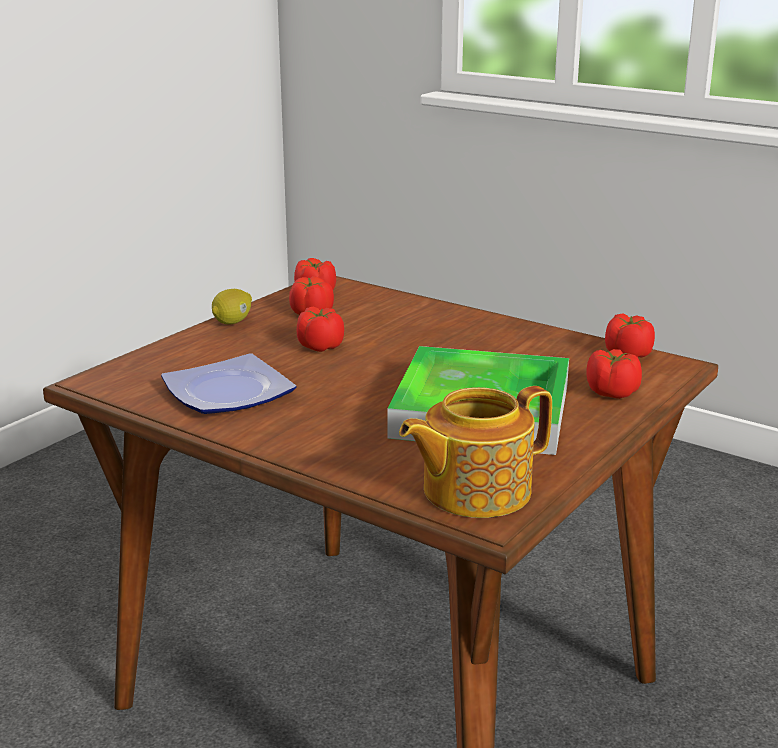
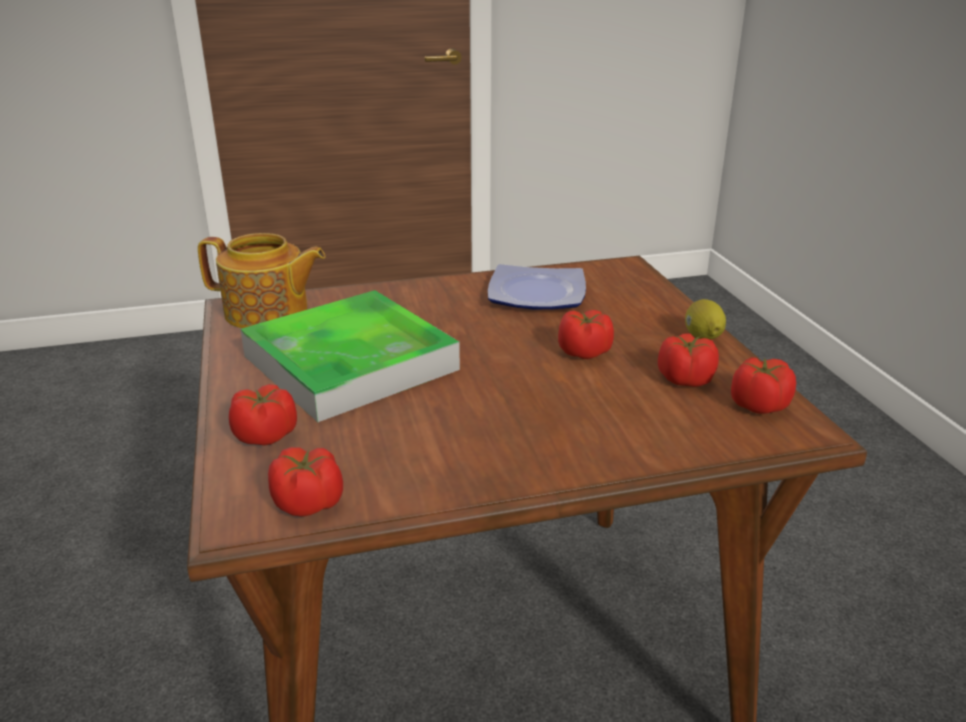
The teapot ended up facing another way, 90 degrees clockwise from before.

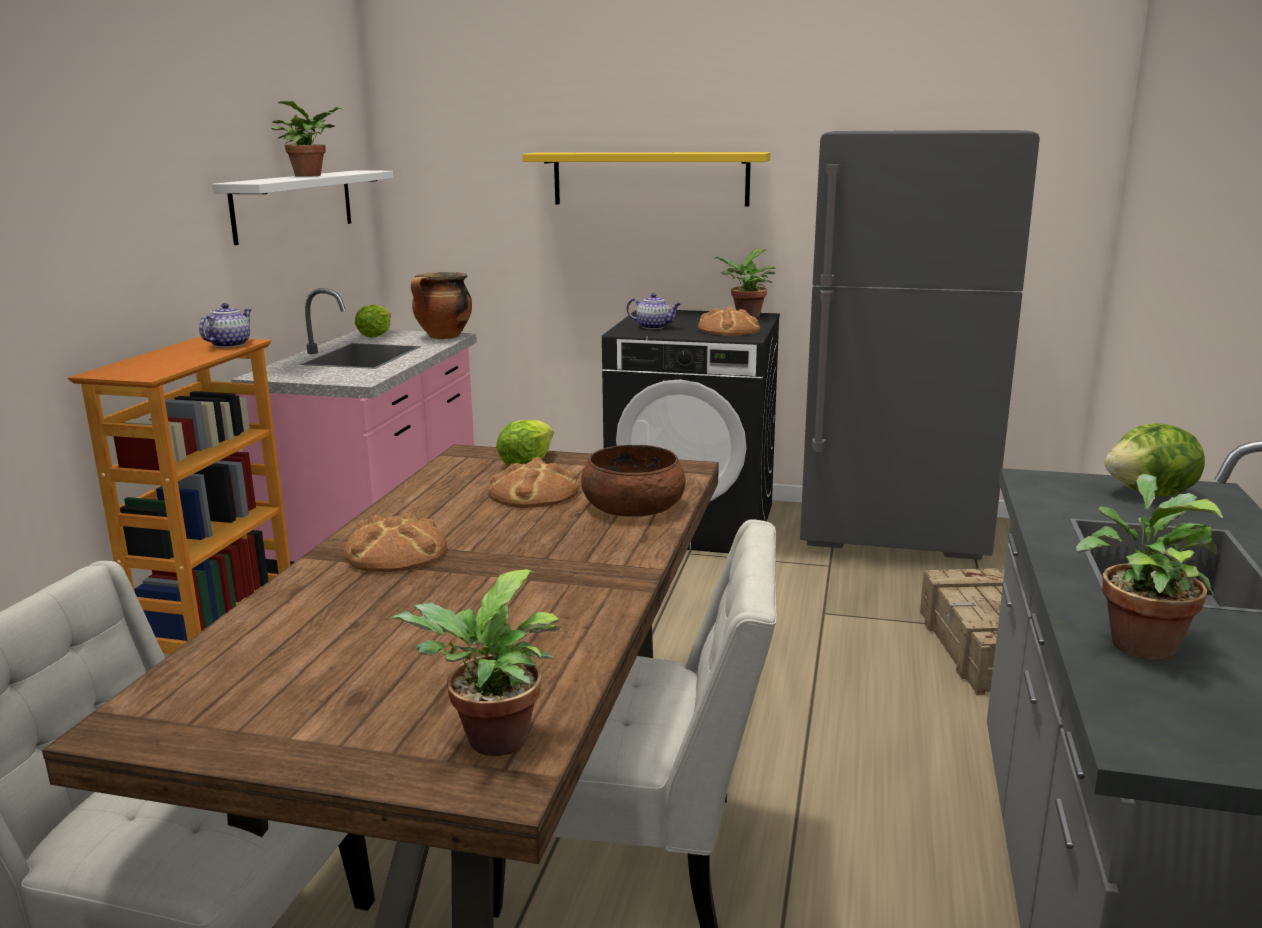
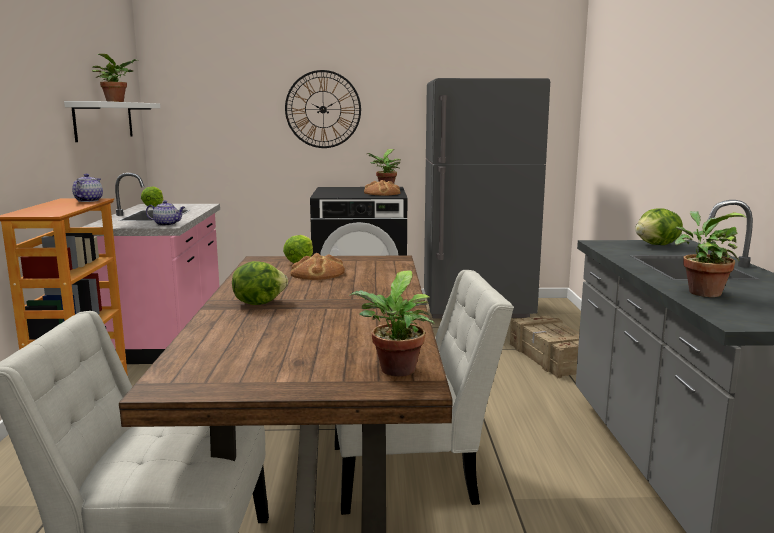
Where the shelf in yellow hung, the wall clock came to hang.
The second view lost the cooking pot.
The teapot (no. 2 from left) ended up elsewhere.
The second view lost the bowl in brown.
Where the bread (no. 1 from left) stood, the lettuce (no. 2 from left) came to stand.

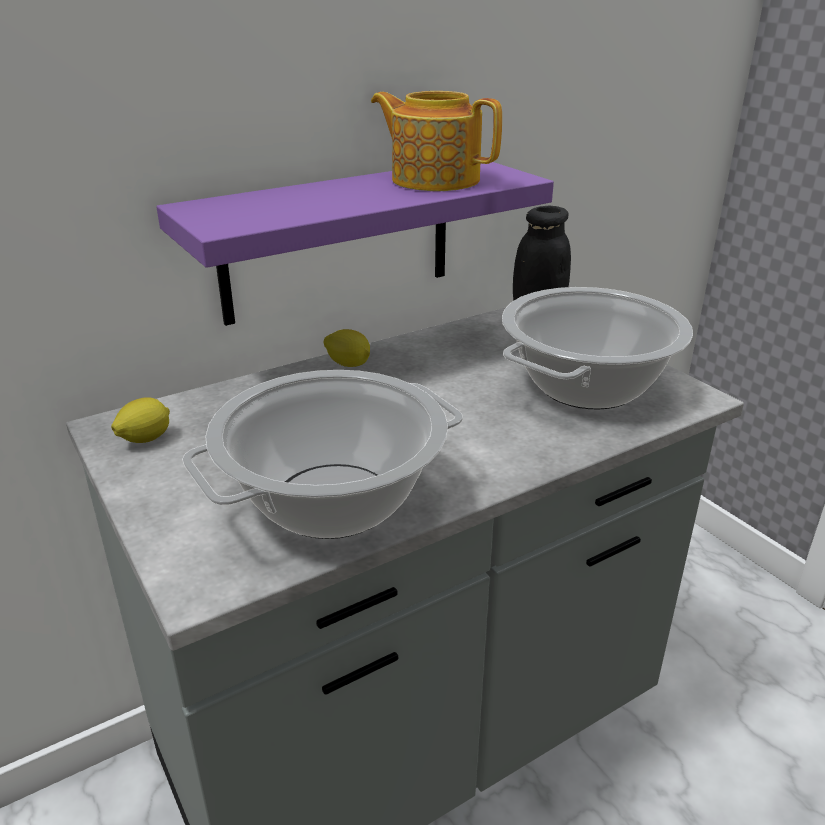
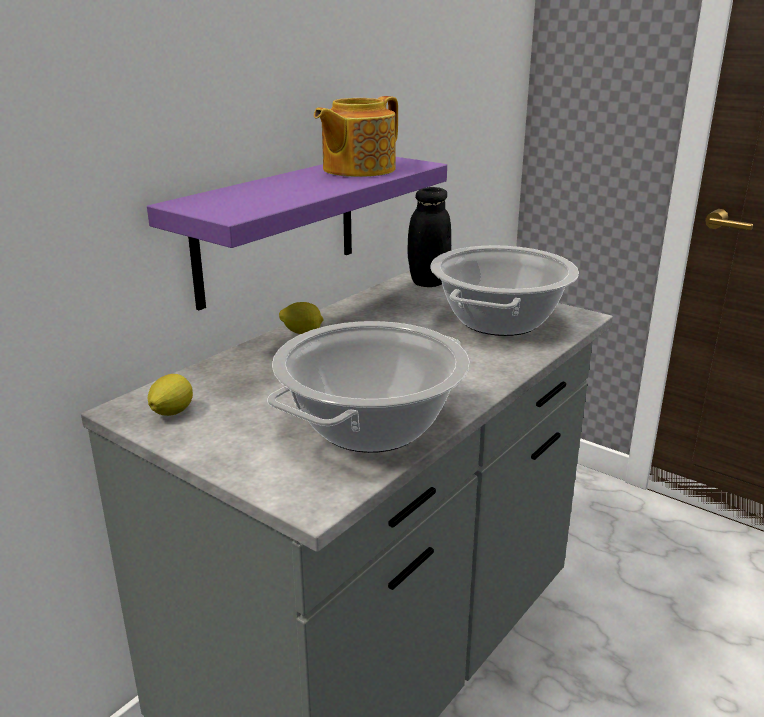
The teapot ended up facing another way, 60 degrees counterclockwise from before.

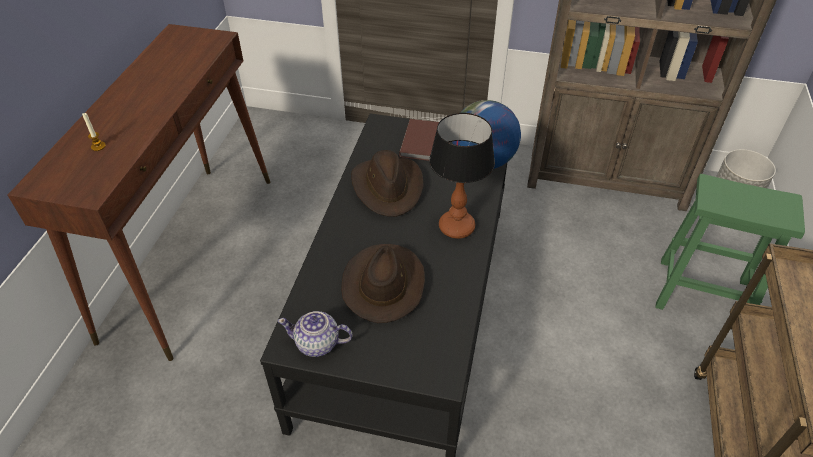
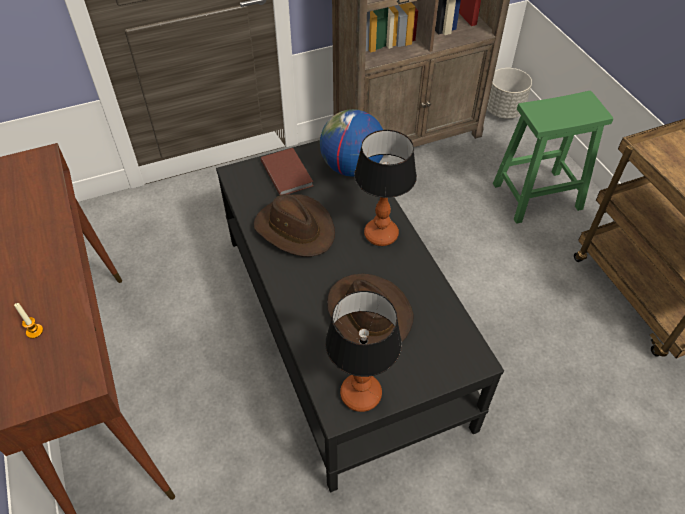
Where the teapot stood, the table lamp (no. 1 from left) came to stand.

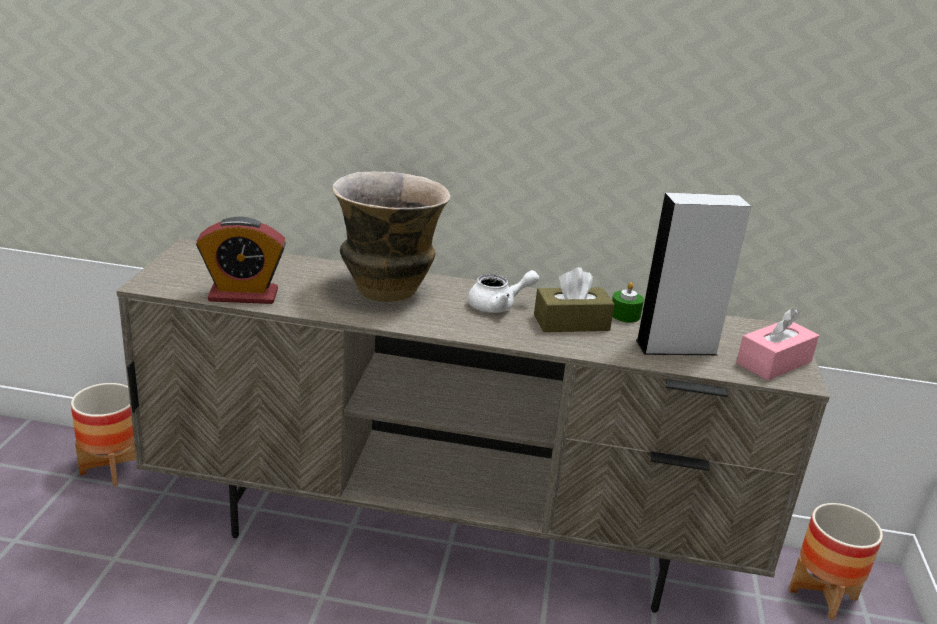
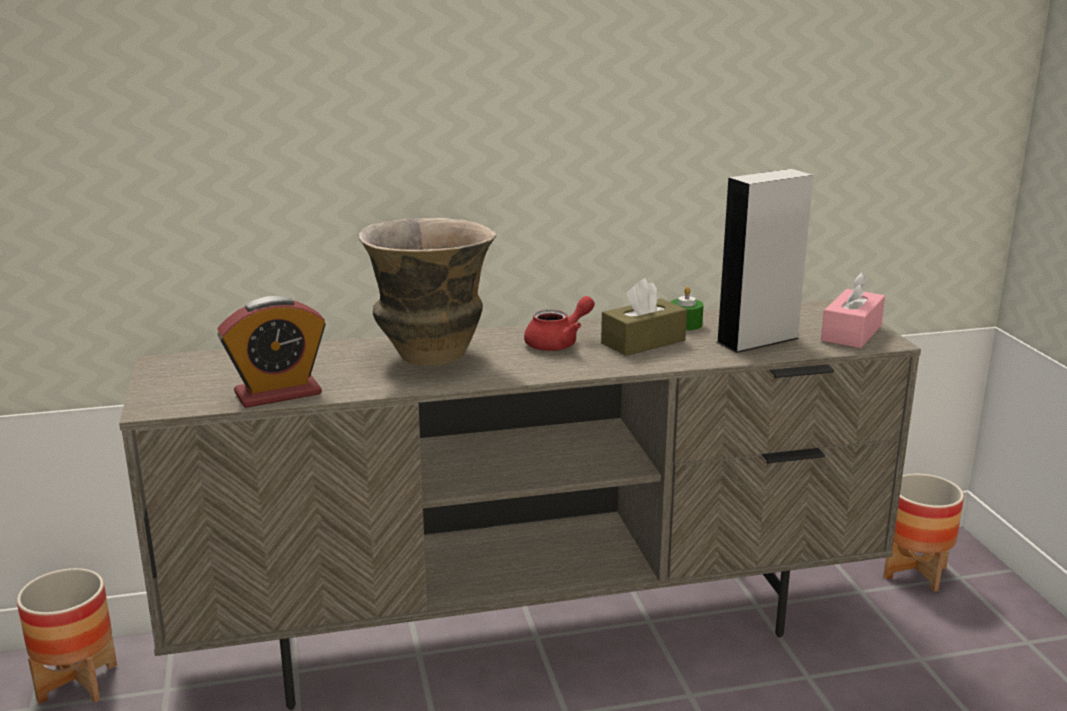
What was the teapot in white turned into the teapot in red.

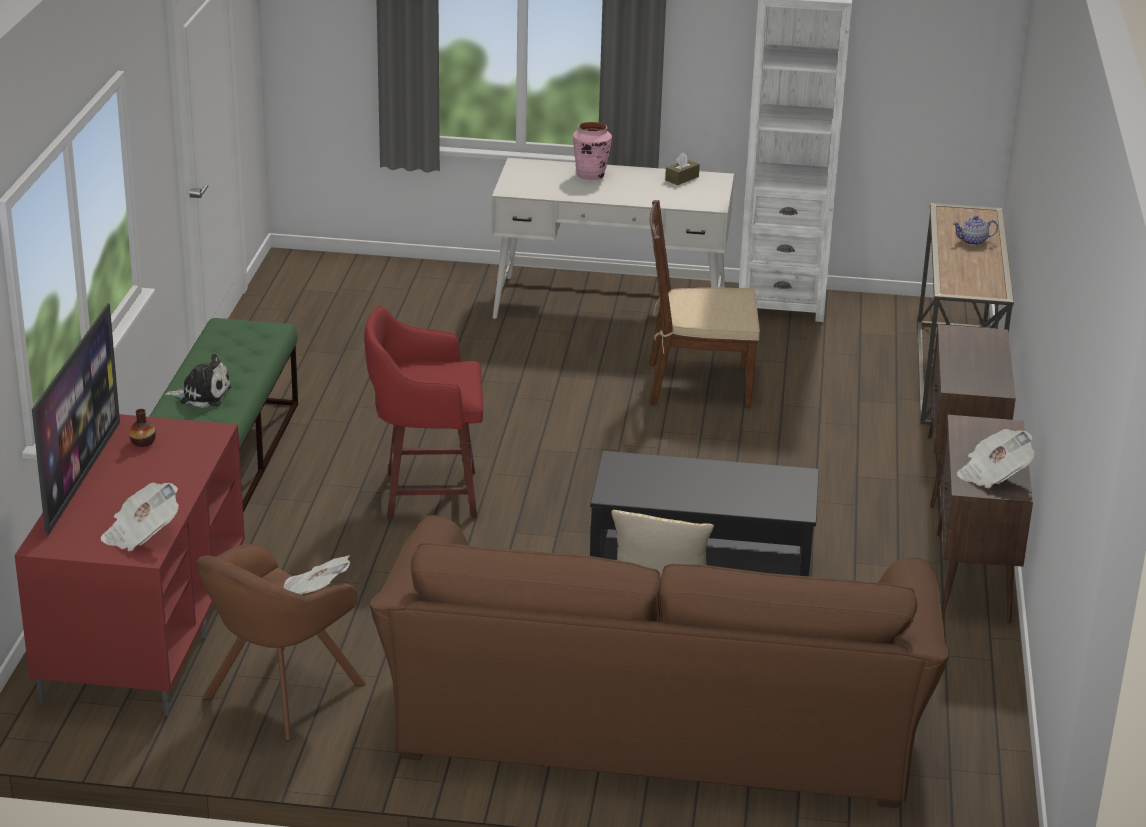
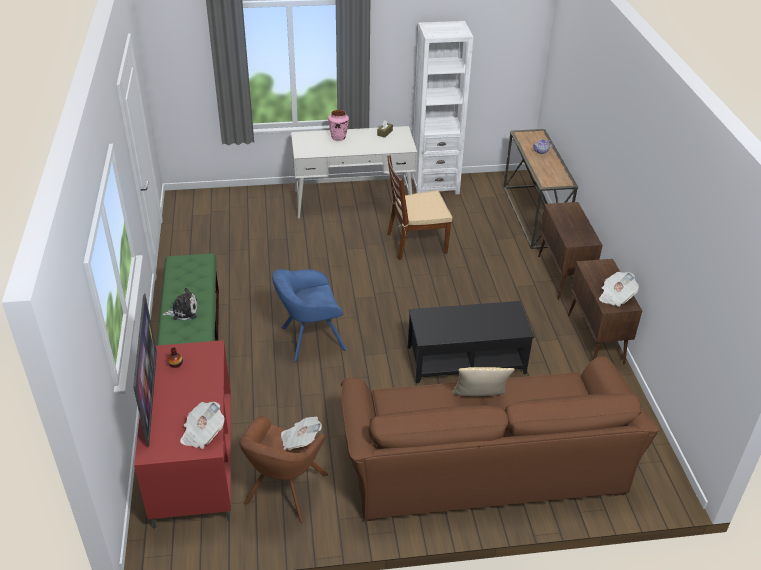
Where the stool in red stood, the armchair in blue came to stand.

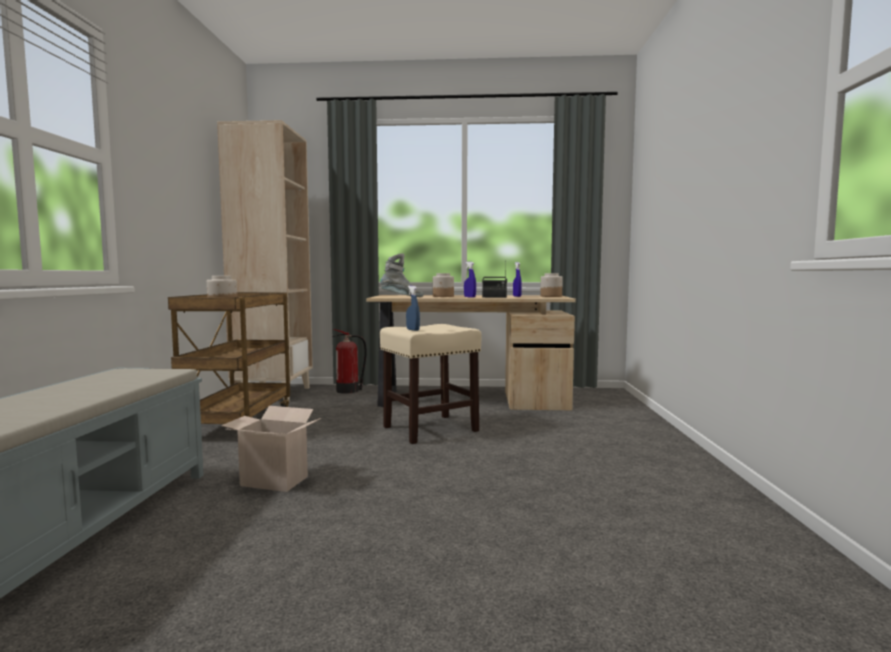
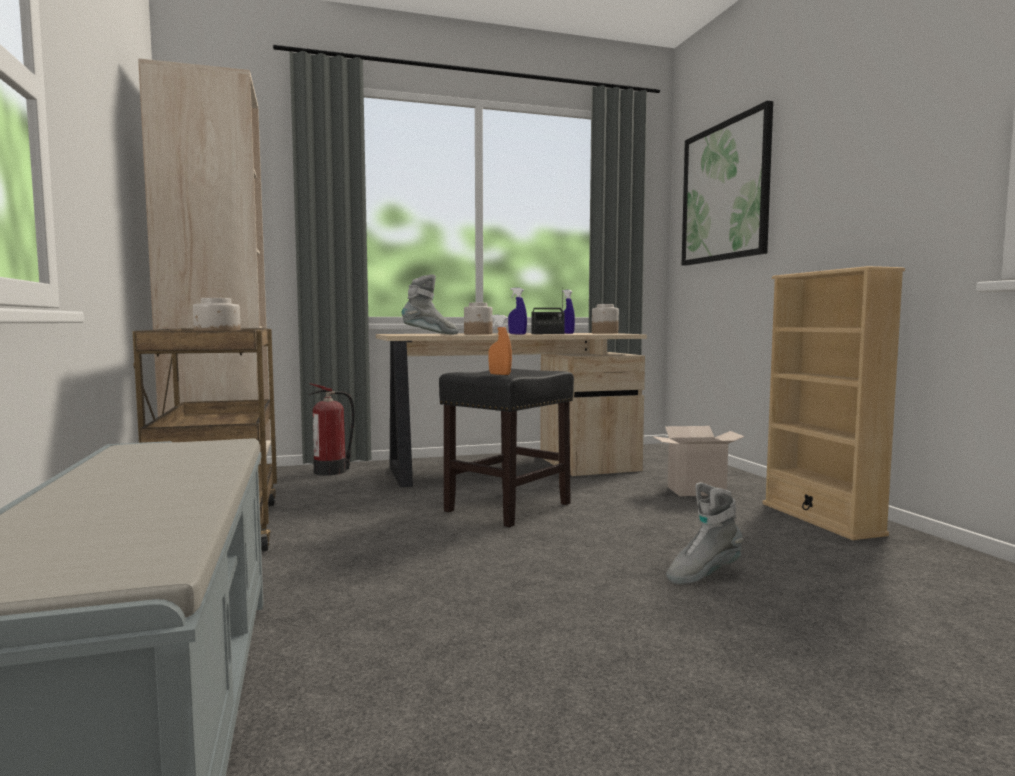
What was the spray bottle in blue (no. 1 from left) turned into the spray bottle in orange.
What was the stool in beige turned into the stool in black.
The cardboard box ended up elsewhere.
The second view gained the picture.
The second view gained the bookcase in beige (no. 2 from left).
The second view gained the boot in grey (no. 2 from left).

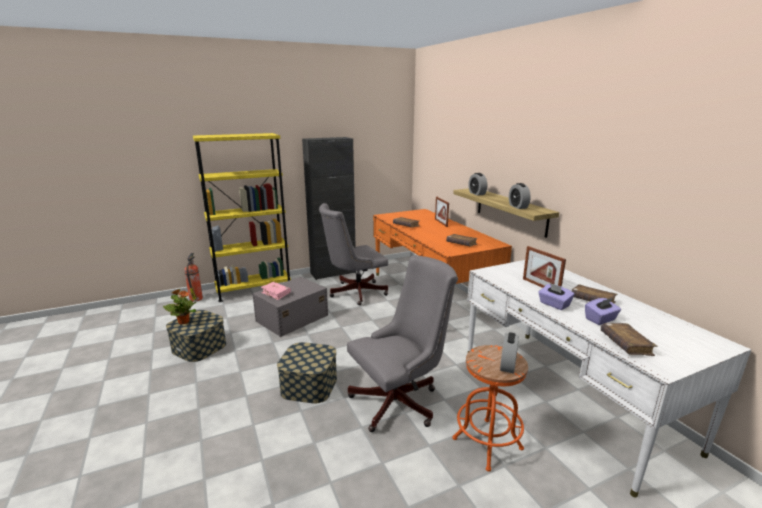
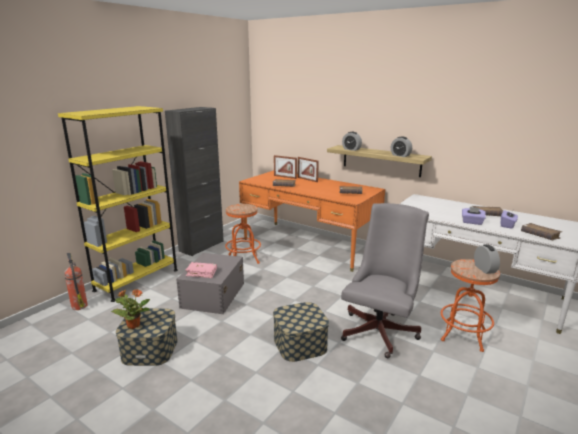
Where the office chair in grey (no. 1 from left) stood, the stool in orange (no. 1 from left) came to stand.
The picture frame (no. 2 from left in the first image) ended up elsewhere.

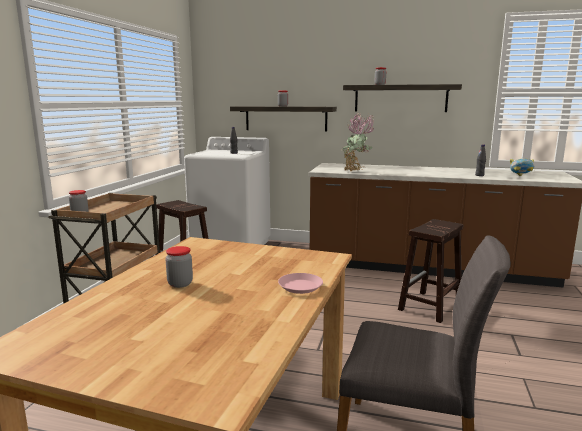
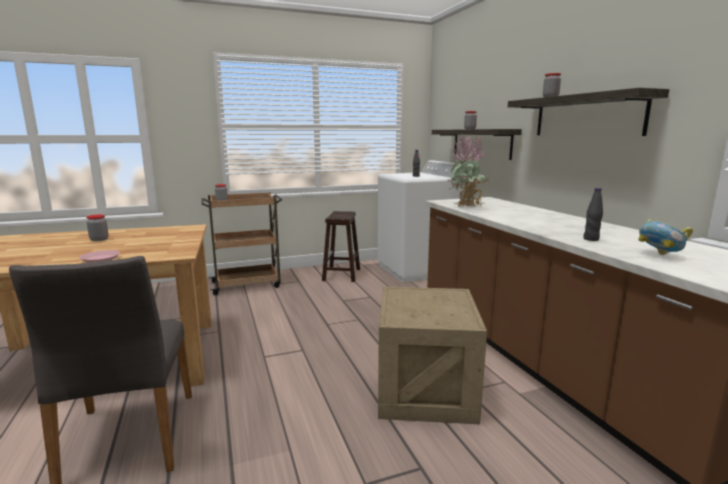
Where the stool in brown (no. 2 from left) stood, the crate came to stand.

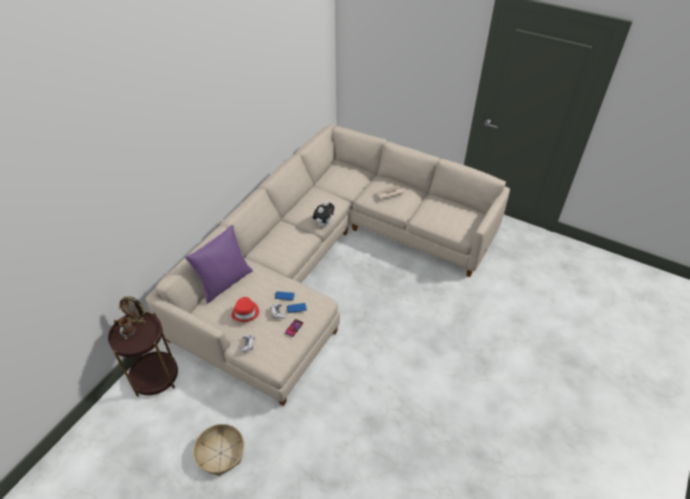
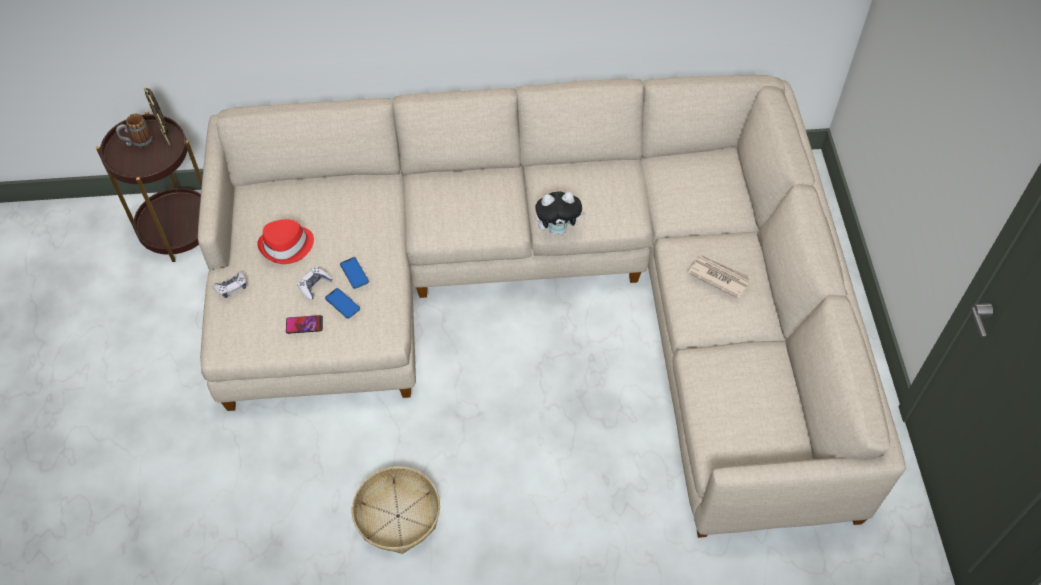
The second view lost the pillow in purple.
The basket ended up elsewhere.

